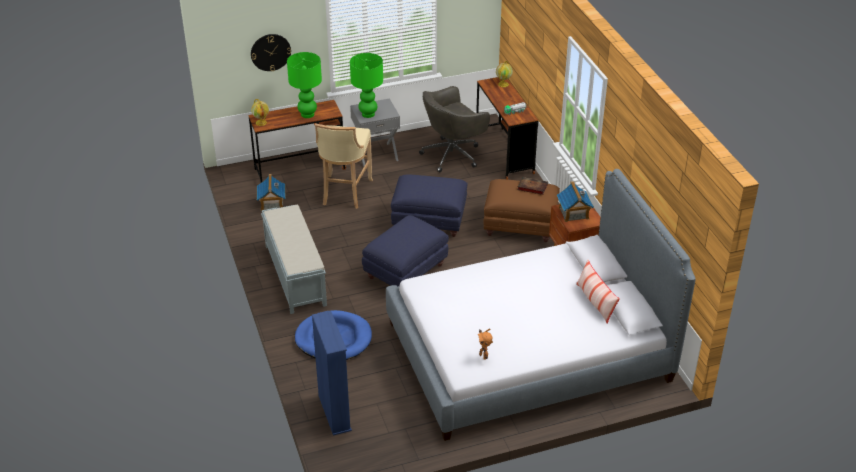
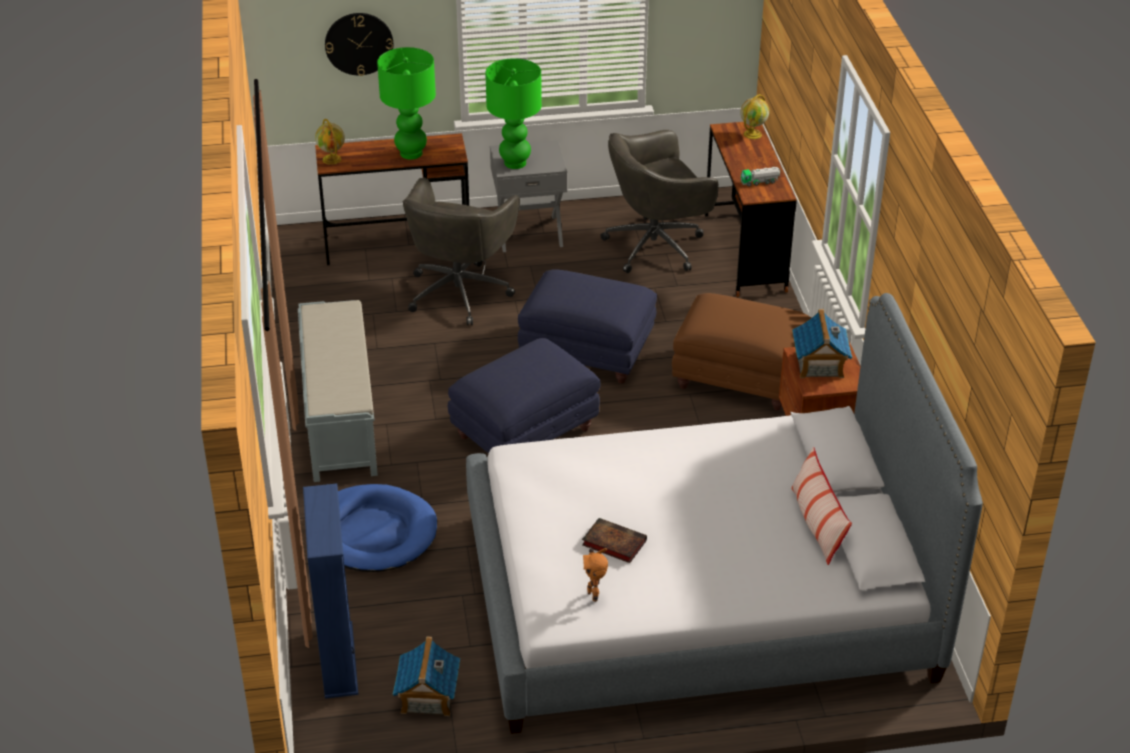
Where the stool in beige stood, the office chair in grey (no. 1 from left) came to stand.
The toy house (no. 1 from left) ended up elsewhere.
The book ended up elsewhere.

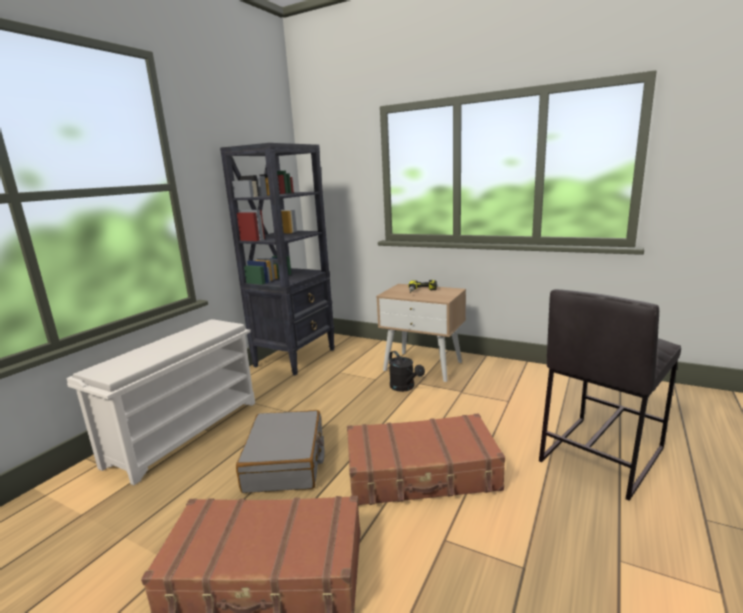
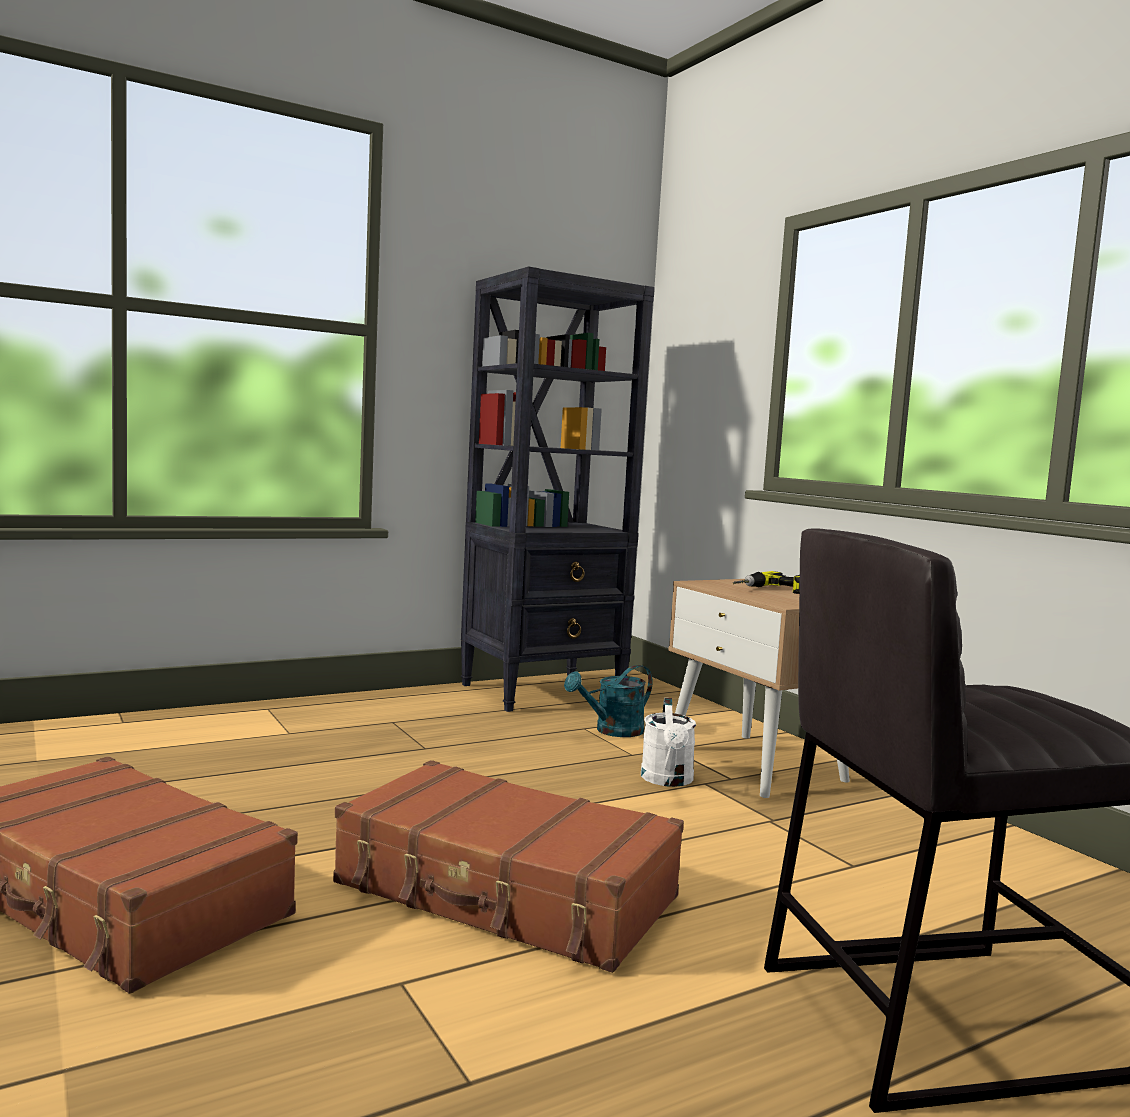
The second view lost the shoe rack in white.
What was the watering can in black turned into the watering can in white.
The second view lost the suitcase in grey.
The second view gained the watering can in turquoise.

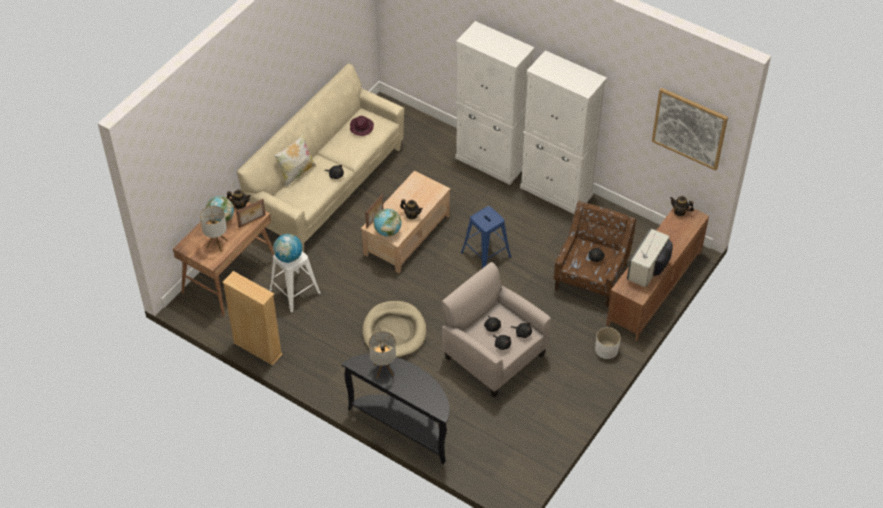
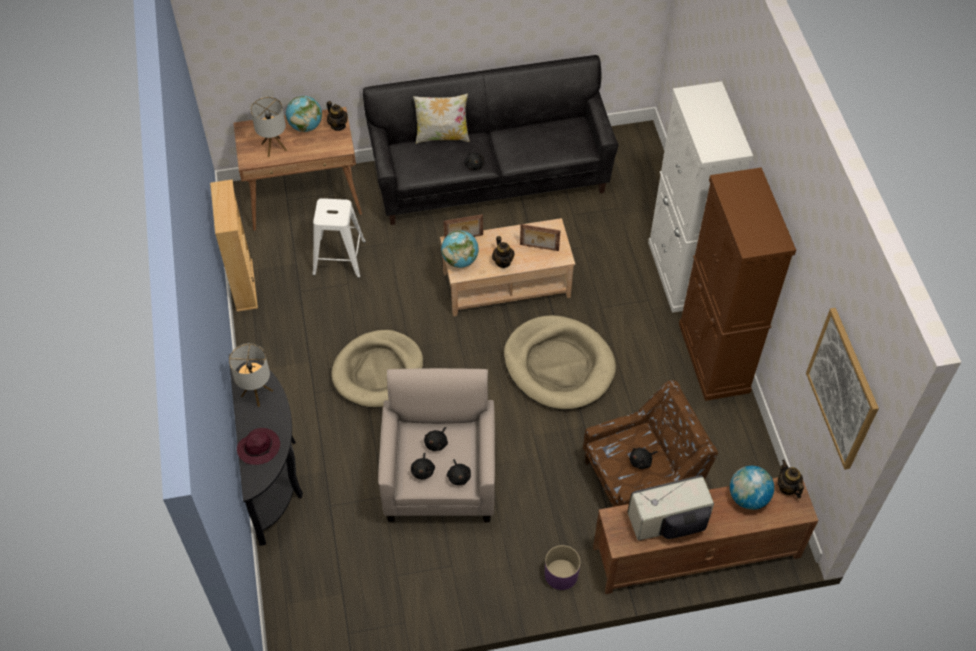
What was the cabinet in white (no. 2 from left) turned into the cabinet in brown.
What was the sofa in beige turned into the sofa in black.
The hat in purple ended up elsewhere.
The picture frame (no. 1 from left in the first image) ended up elsewhere.
Where the stool in blue stood, the dog bed in beige (no. 2 from left) came to stand.
The globe (no. 2 from left in the first image) ended up elsewhere.
What was the planter in white turned into the planter in purple.

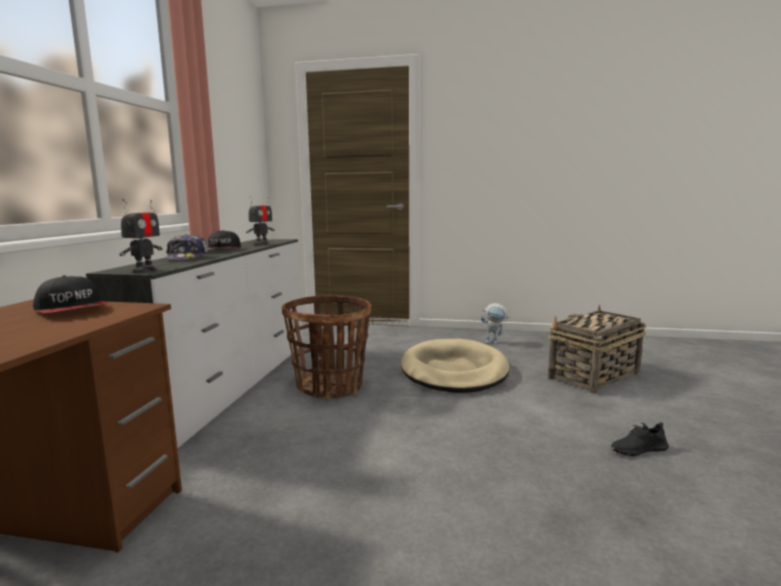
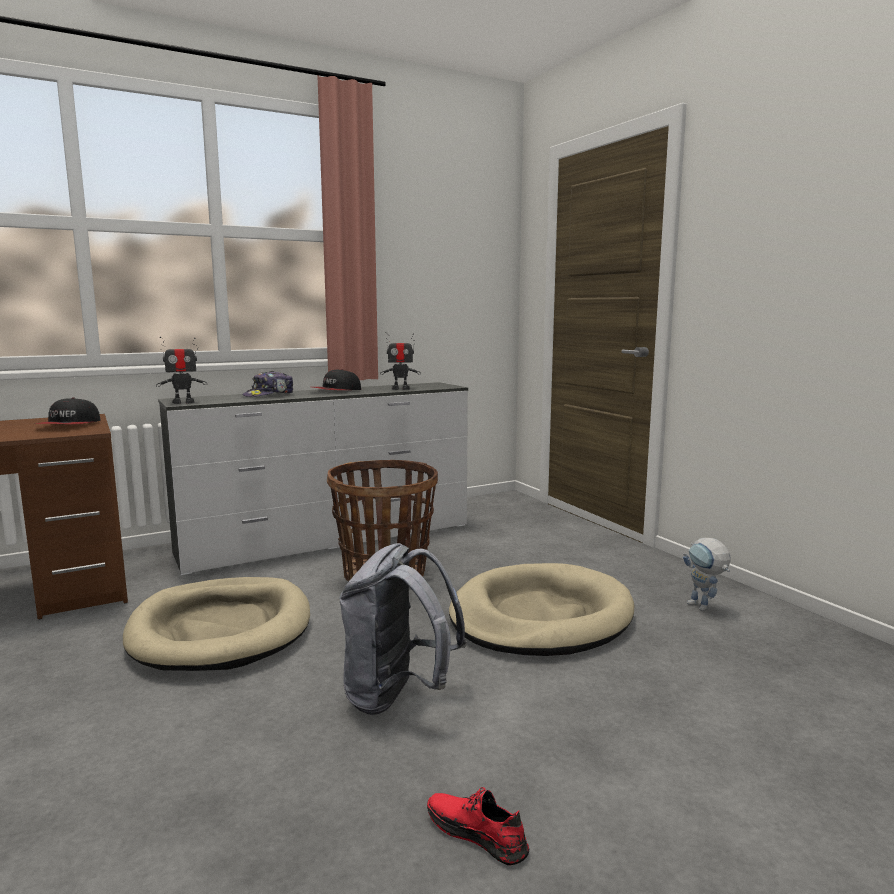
The second view lost the basket (no. 2 from left).
What was the shoe in black turned into the shoe in red.
The second view gained the backpack in grey.
The second view gained the dog bed in beige (no. 1 from left).

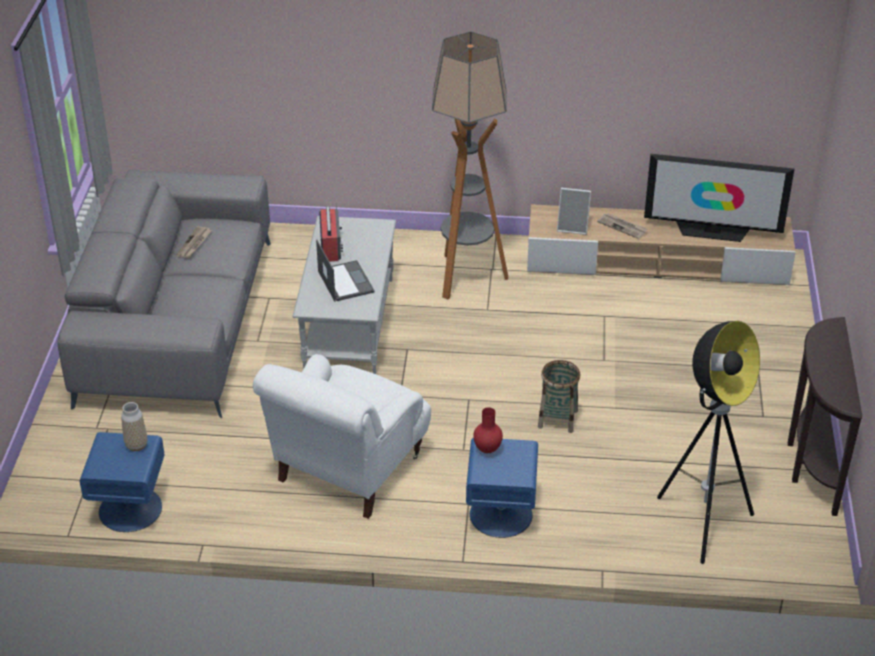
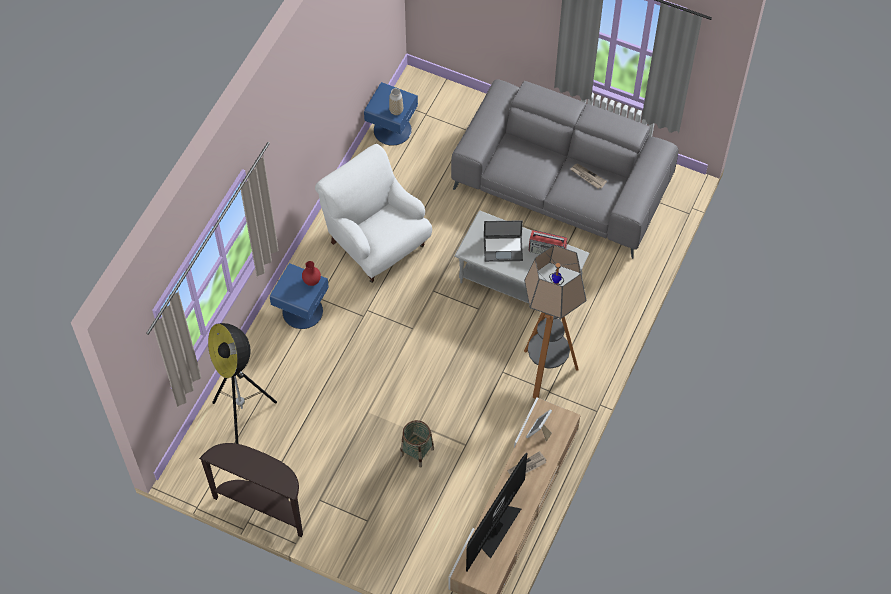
The basket ended up elsewhere.

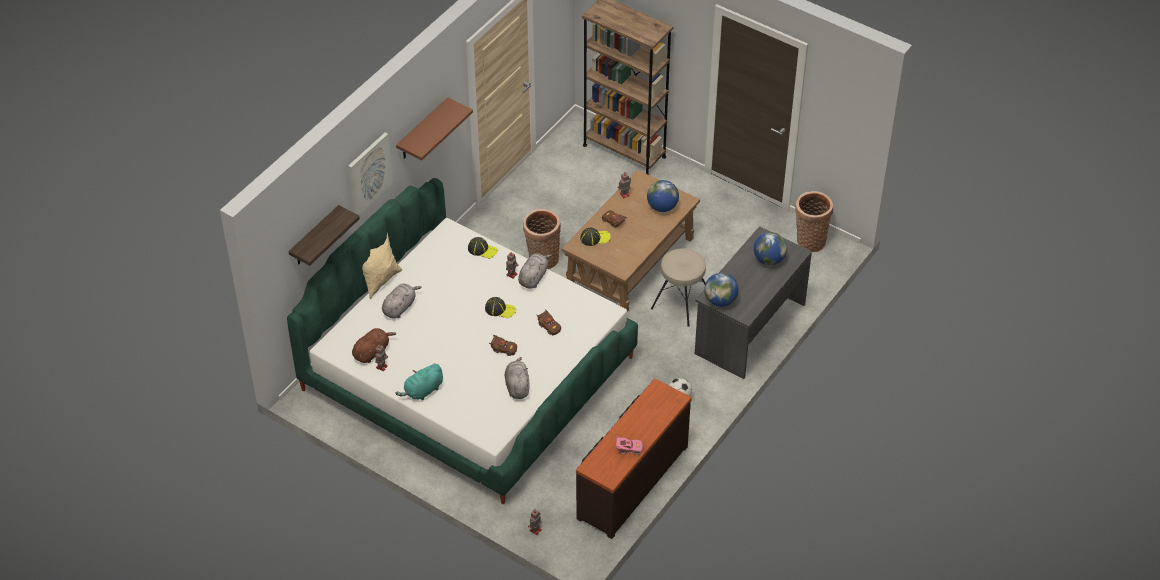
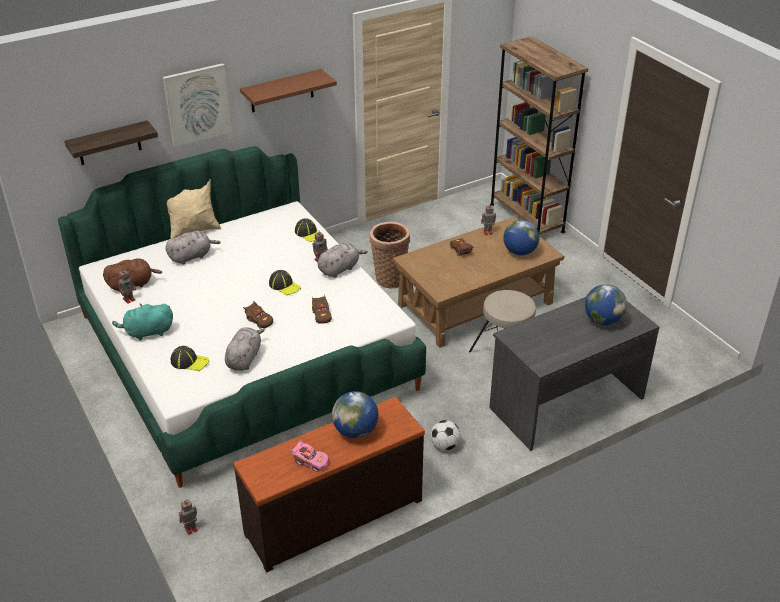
The second view lost the basket (no. 2 from left).
The cap (no. 3 from left in the first image) ended up elsewhere.
The globe (no. 2 from left in the first image) ended up elsewhere.

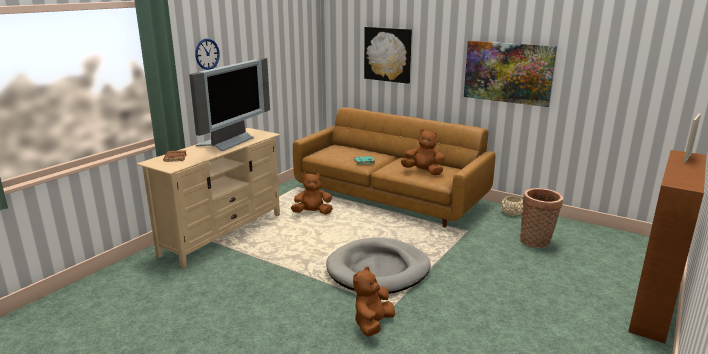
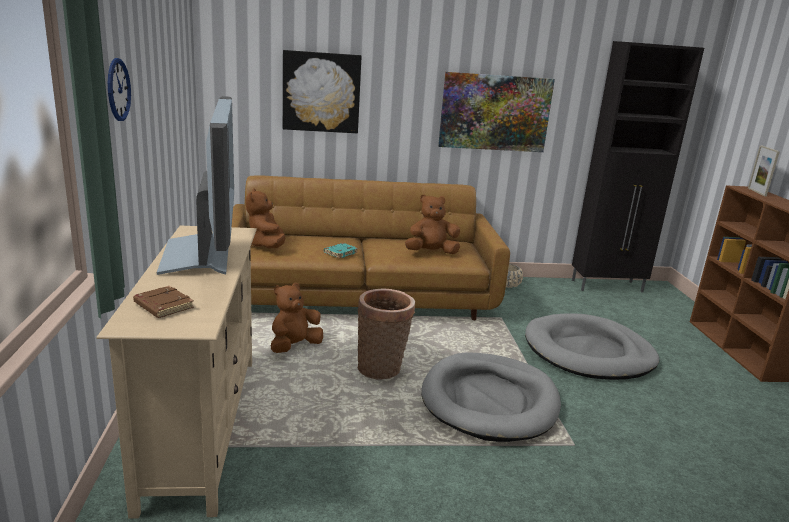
The basket ended up elsewhere.
The plush toy in brown (no. 2 from left in the first image) ended up elsewhere.
The second view gained the cabinet in black.
The second view gained the dog bed in grey (no. 2 from left).

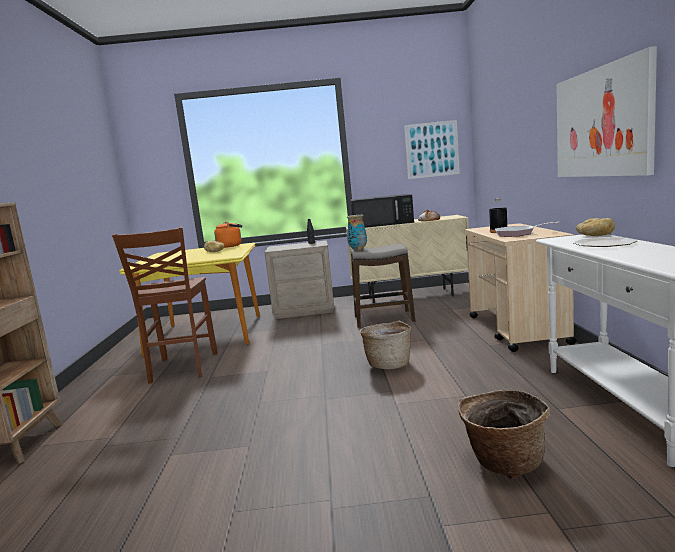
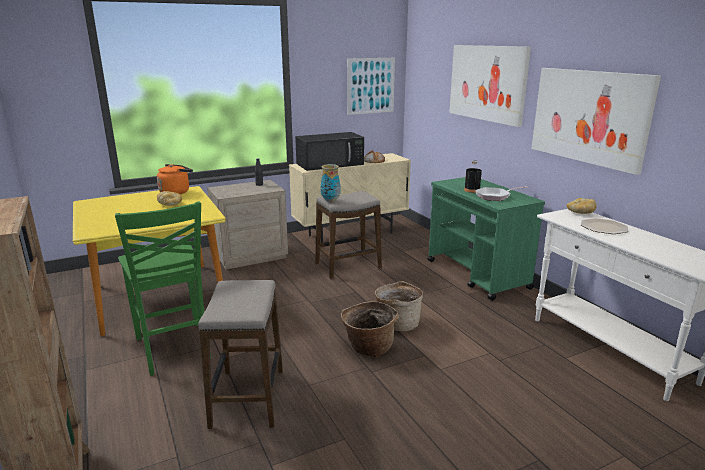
What was the cart in beige turned into the cart in green.
What was the chair in brown turned into the chair in green.
The basket (no. 2 from left in the first image) ended up elsewhere.
The second view gained the picture (no. 2 from left).
The second view gained the stool (no. 1 from left).

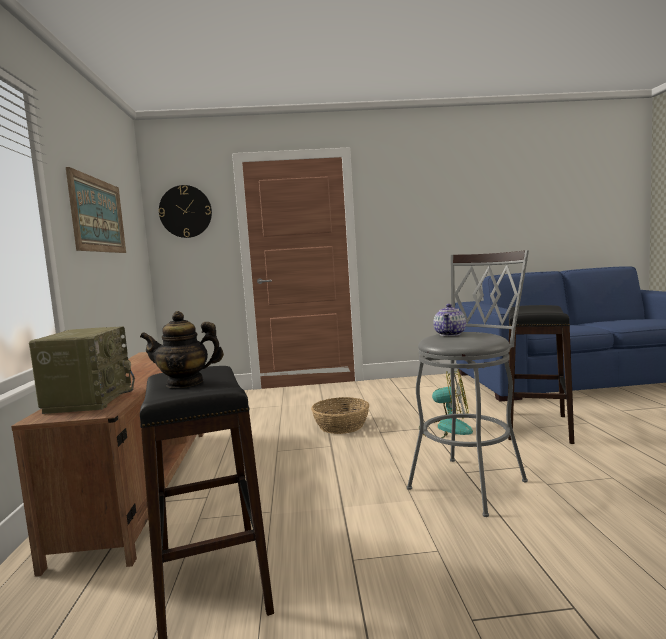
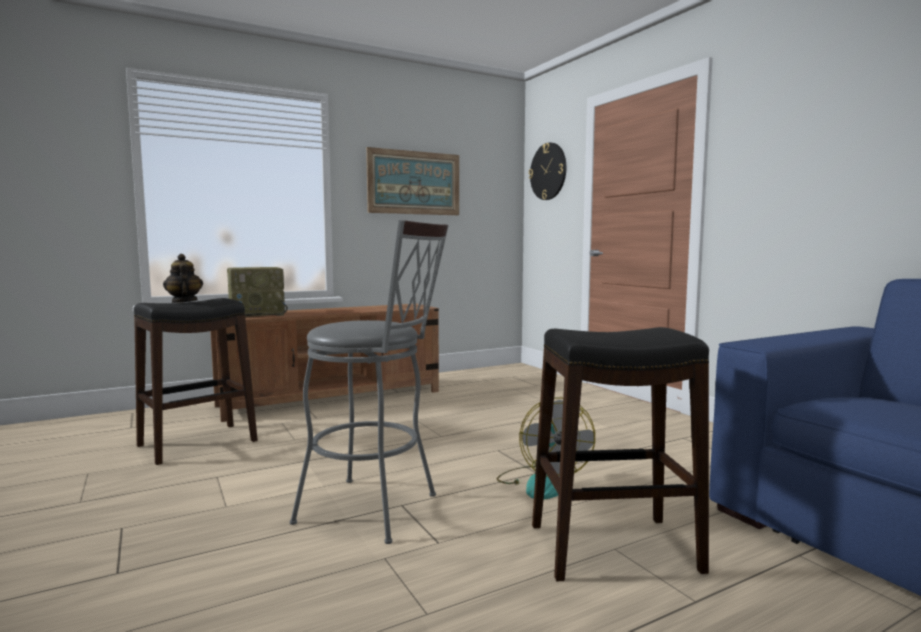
The second view lost the teapot (no. 2 from left).
The second view lost the basket.

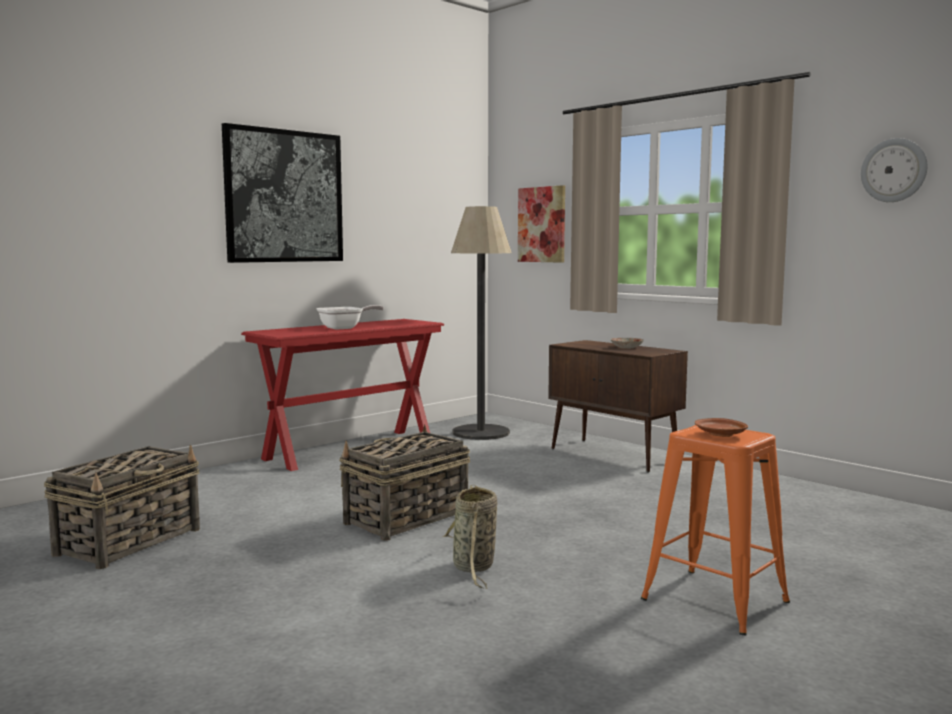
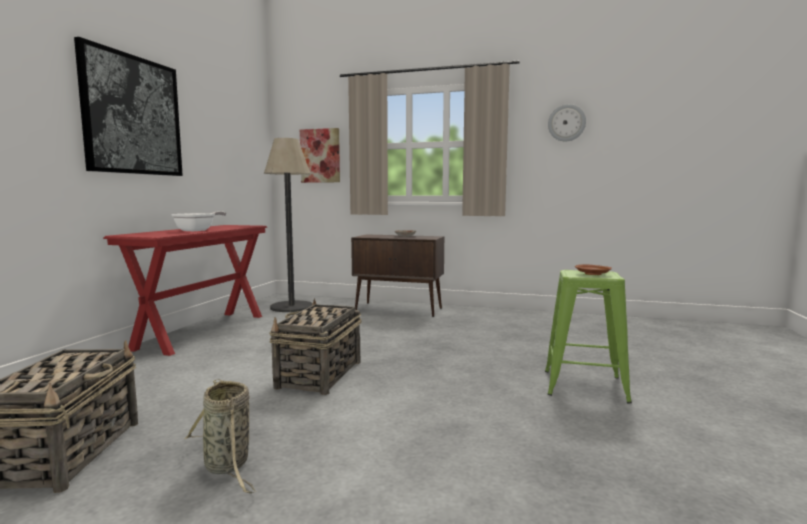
What was the stool in orange turned into the stool in green.
The basket (no. 3 from left in the first image) ended up elsewhere.

